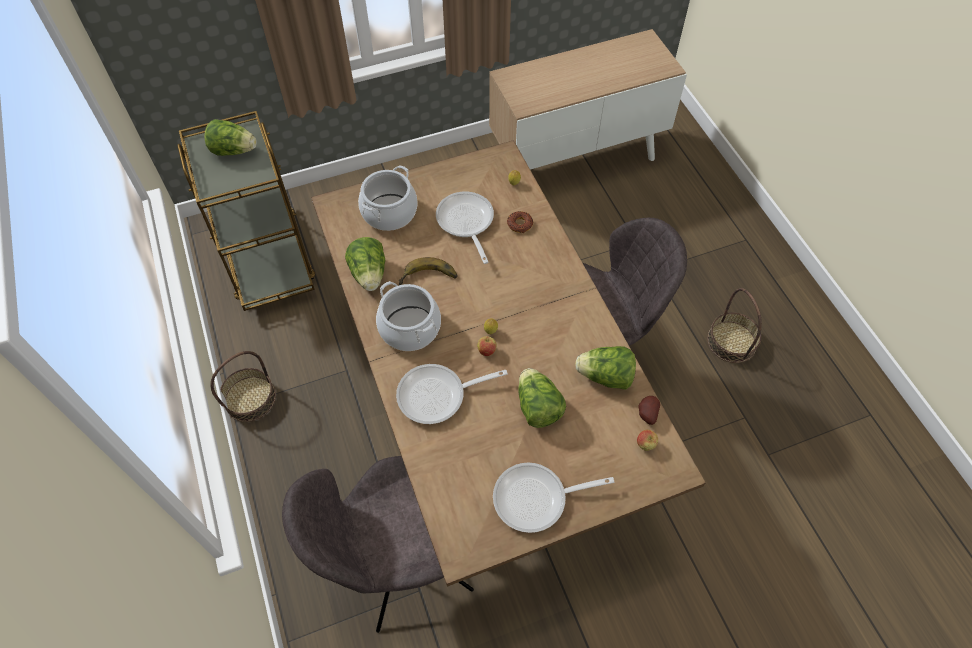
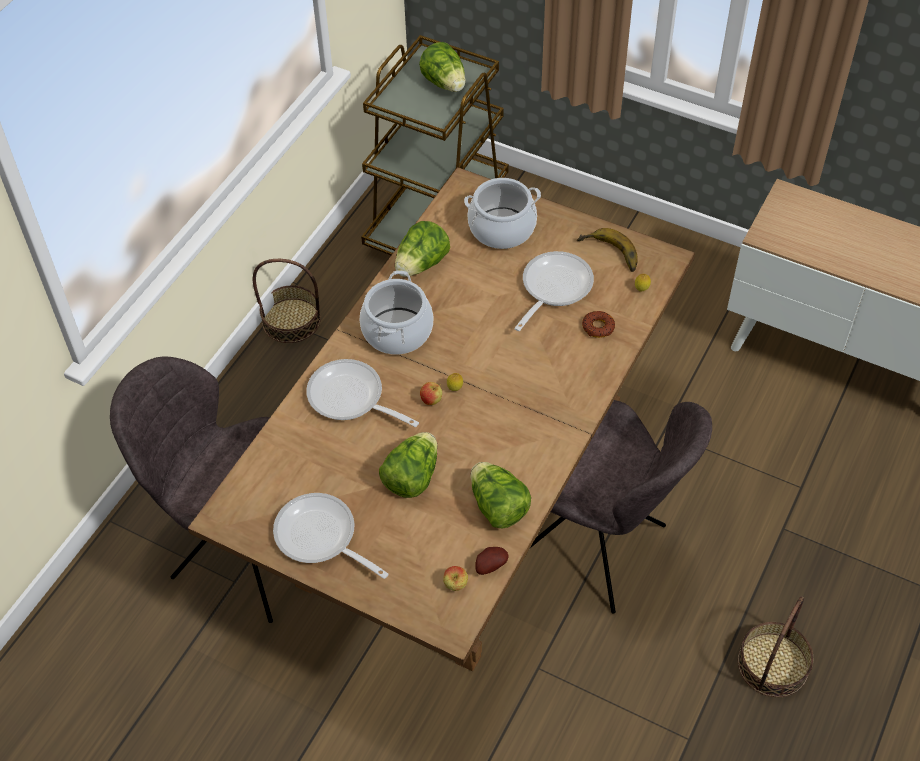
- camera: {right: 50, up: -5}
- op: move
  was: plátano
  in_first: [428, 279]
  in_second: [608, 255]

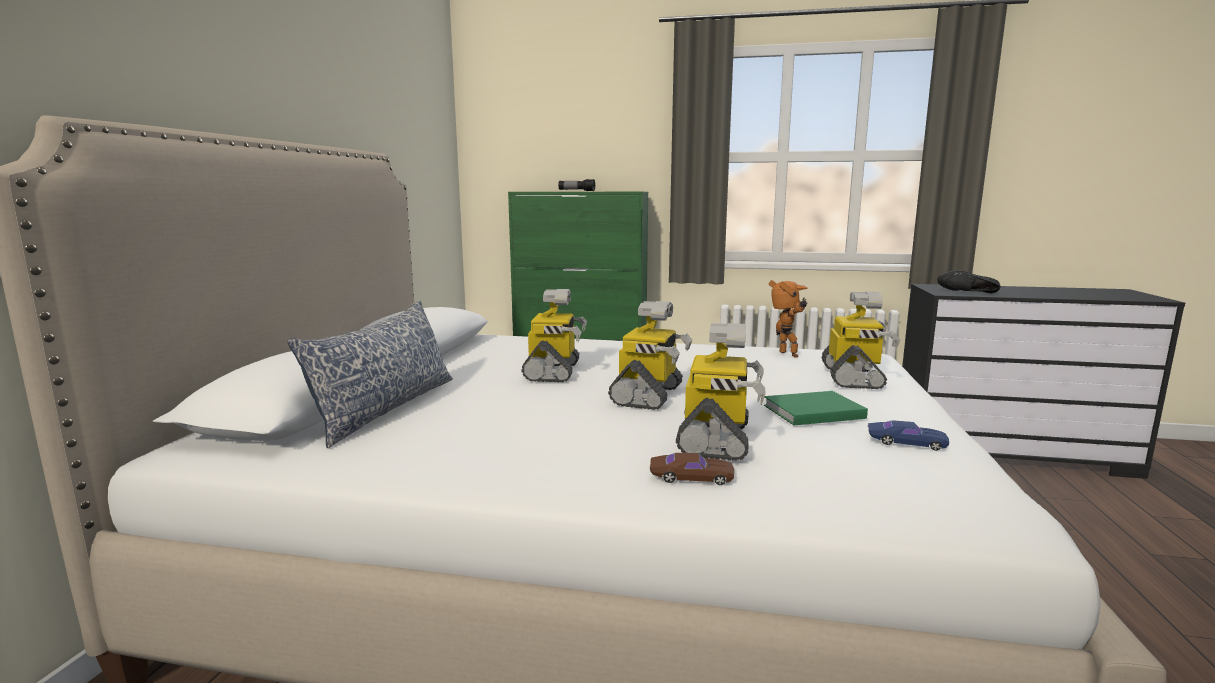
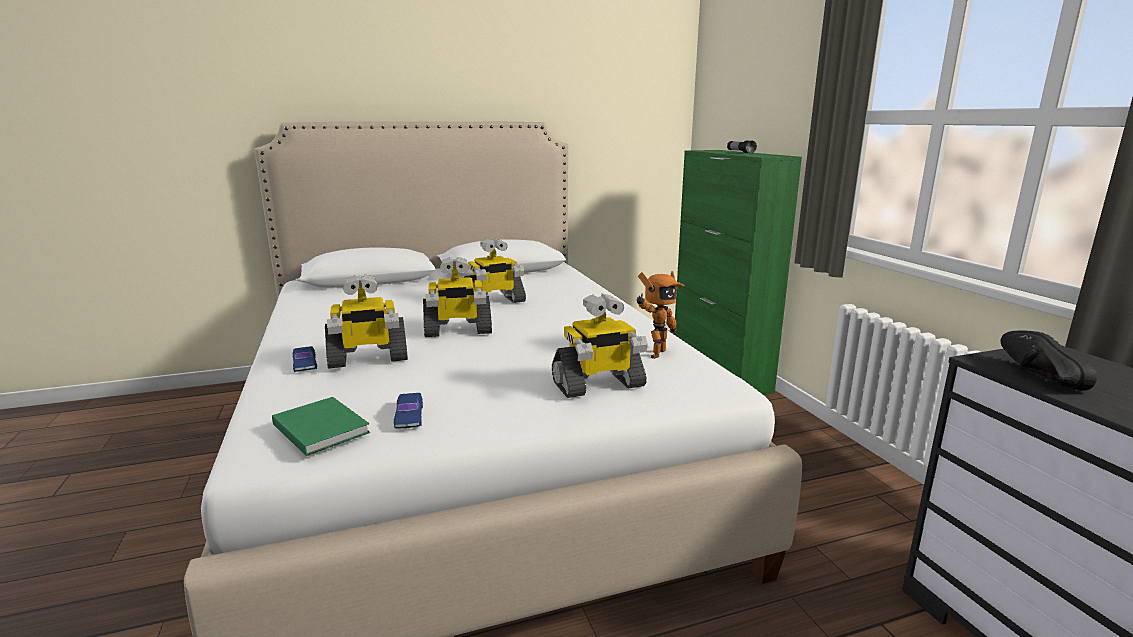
- camera: {right: 60, up: 5}
- op: delete
  was: cojín
  in_first: [386, 407]
- op: move
  was: libro (verde)
  in_first: [811, 411]
  in_second: [321, 427]
- op: recolor
  was: coche de juguete (marrón)
  now: coche de juguete (azul)
  in_first: [691, 476]
  in_second: [305, 364]

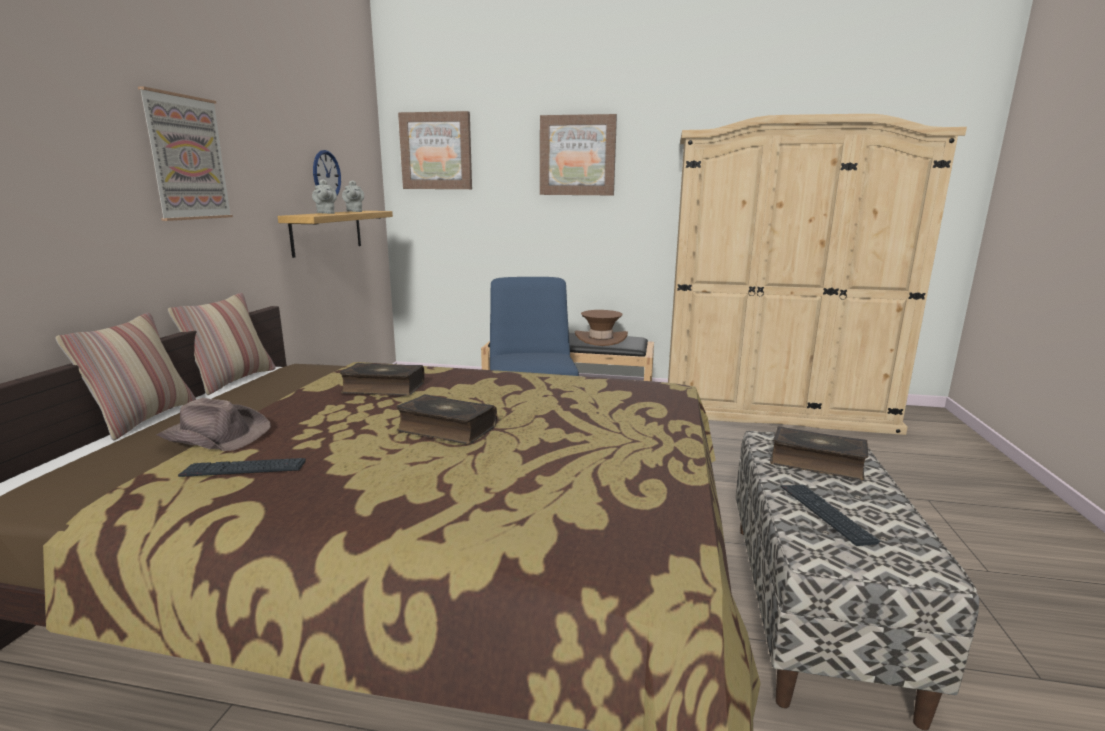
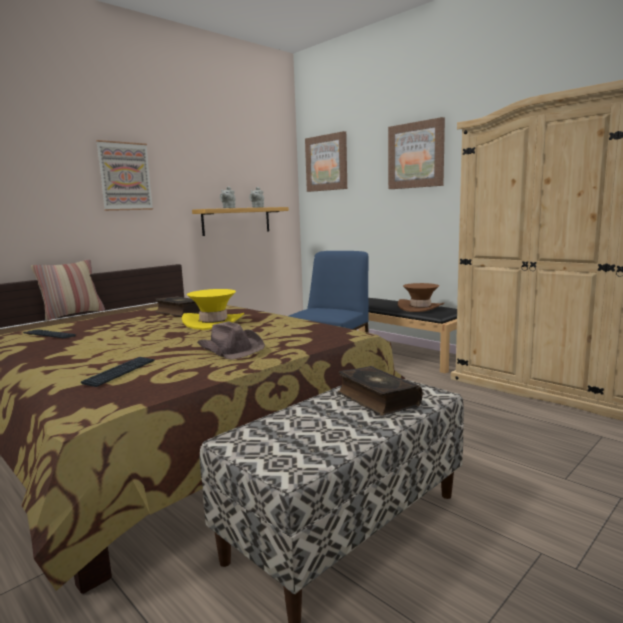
- camera: {right: 35, up: -5}
- op: delete
  was: cojín
  in_first: [232, 380]
- op: delete
  was: reloj de pared
  in_first: [326, 175]
- op: delete
  was: libro
  in_first: [446, 429]
- op: insert
  now: sombrero (amarillo)
  in_second: [213, 322]
- op: move
  was: sombrero (marrón)
  in_first: [215, 435]
  in_second: [231, 349]
- op: move
  was: teclado
  in_first: [825, 514]
  in_second: [120, 372]

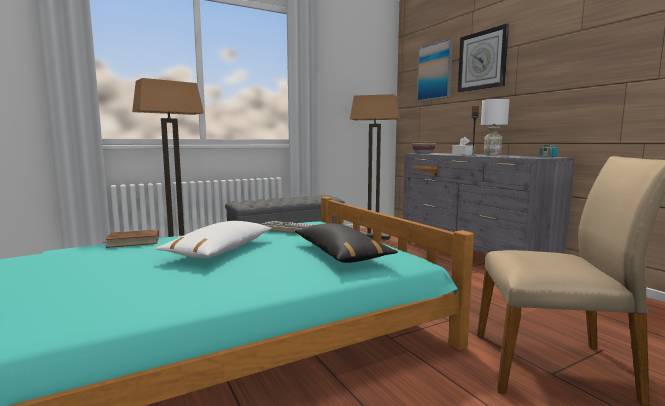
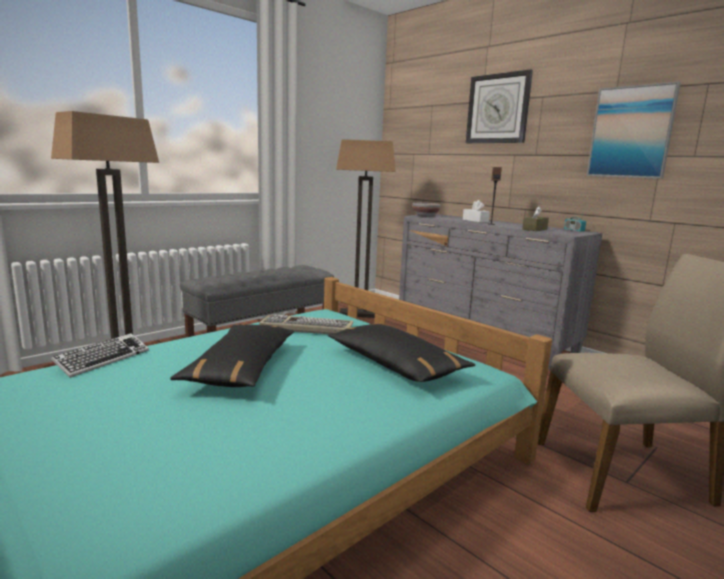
- camera: {right: -15, up: 5}
- op: delete
  was: lámpara de mesa (blanco)
  in_first: [492, 155]
- op: insert
  now: caja de pañuelos (marrón)
  in_second: [534, 229]
- op: move
  was: cuadro
  in_first: [435, 71]
  in_second: [631, 132]
- op: replace
  was: libro (marrón)
  now: teclado
  in_first: [133, 242]
  in_second: [103, 359]
- op: recolor
  was: cojín (blanco)
  now: cojín (negro)
  in_first: [221, 250]
  in_second: [242, 367]

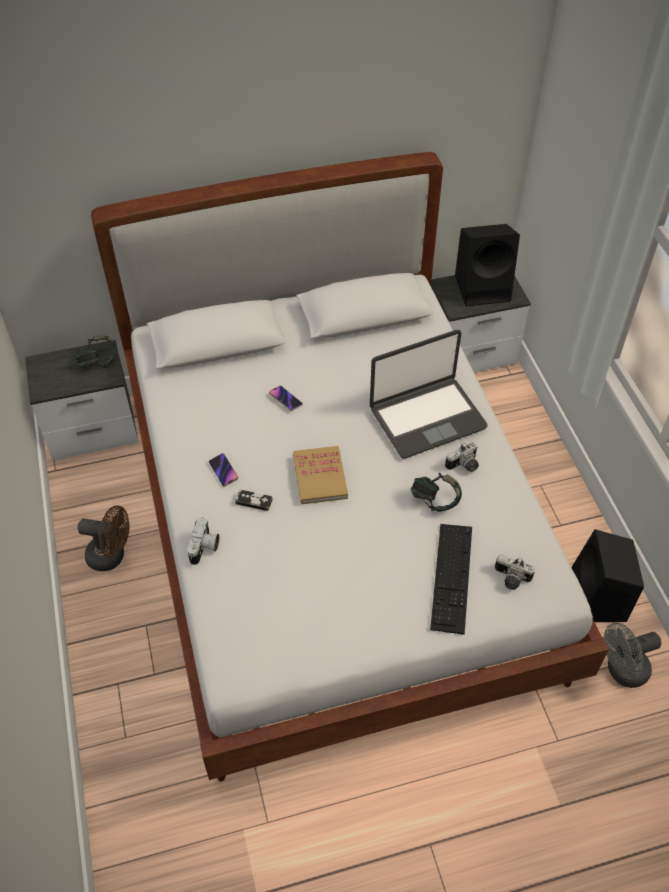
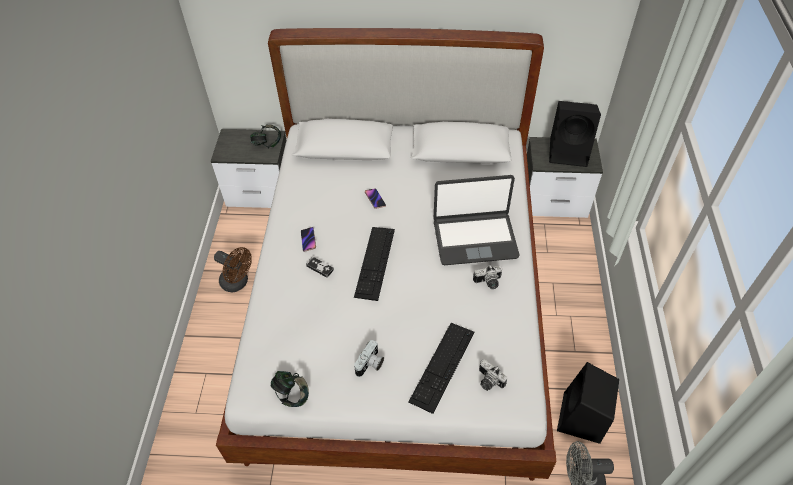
- camera: {right: 20, up: 0}
- op: move
  was: cámara
  in_first: [205, 548]
  in_second: [370, 365]
- op: move
  was: auriculares
  in_first: [434, 501]
  in_second: [292, 394]
- op: replace
  was: libro
  now: teclado
  in_first: [320, 477]
  in_second: [375, 262]

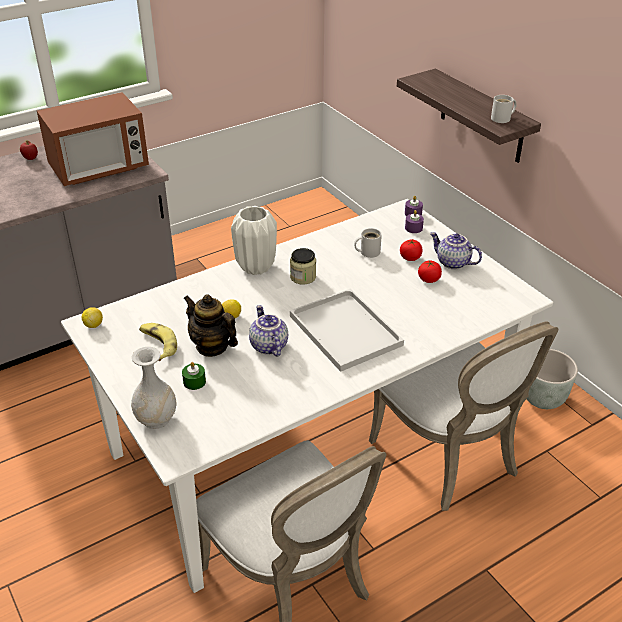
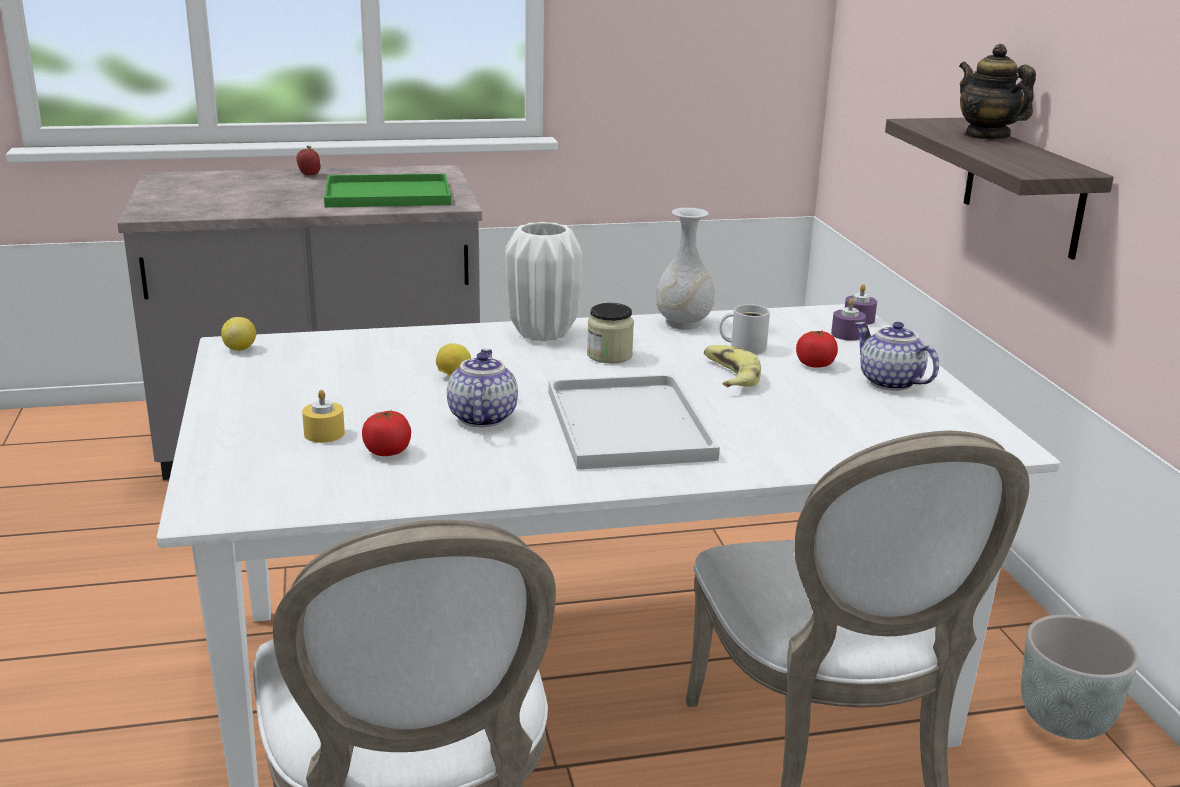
- camera: {right: 20, up: -15}
- op: delete
  was: taza grande (blanco)
  in_first: [502, 118]
- op: move
  was: florero (blanco)
  in_first: [157, 419]
  in_second: [684, 323]
- op: move
  was: plátano
  in_first: [158, 344]
  in_second: [729, 375]
- op: move
  was: tetera
  in_first: [212, 346]
  in_second: [986, 136]
- op: move
  was: tomate
  in_first: [429, 279]
  in_second: [387, 451]
- op: replace
  was: microondas
  now: bandeja (verde)
  in_first: [99, 169]
  in_second: [390, 194]
- op: recolor
  was: vela (verde)
  now: vela (amarillo)
  in_first: [194, 382]
  in_second: [324, 433]

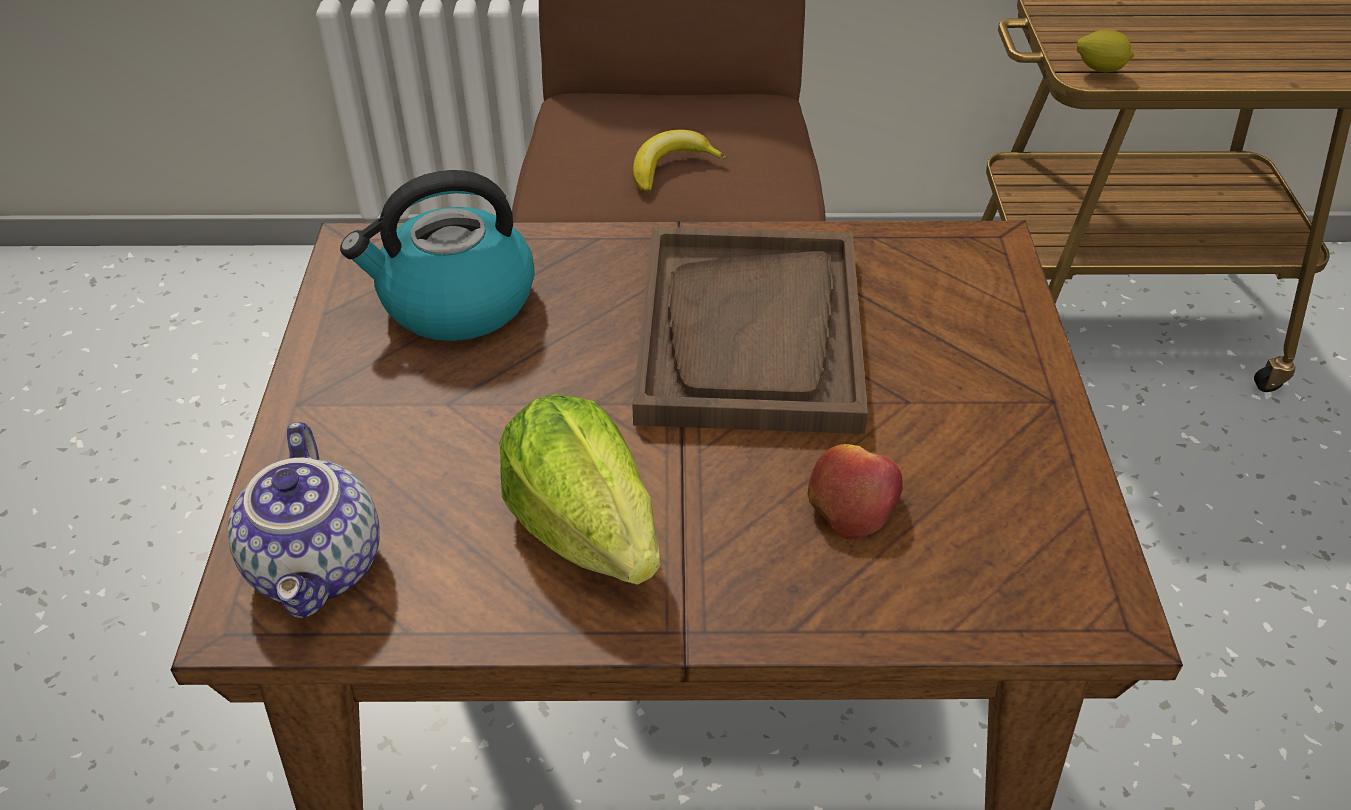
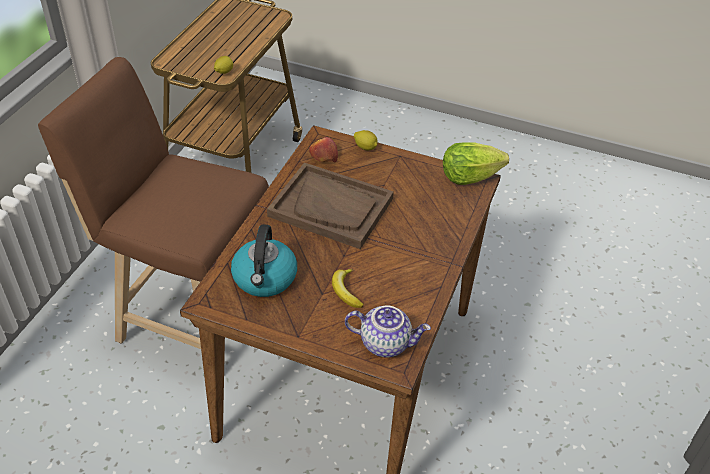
- camera: {right: -70, up: 0}
- op: insert
  now: limón
  in_second: [365, 147]
- op: move
  was: lechuga
  in_first: [585, 527]
  in_second: [469, 177]
- op: move
  was: plátano
  in_first: [671, 168]
  in_second: [346, 291]
- op: move
  was: manzana
  in_first: [852, 502]
  in_second: [323, 156]

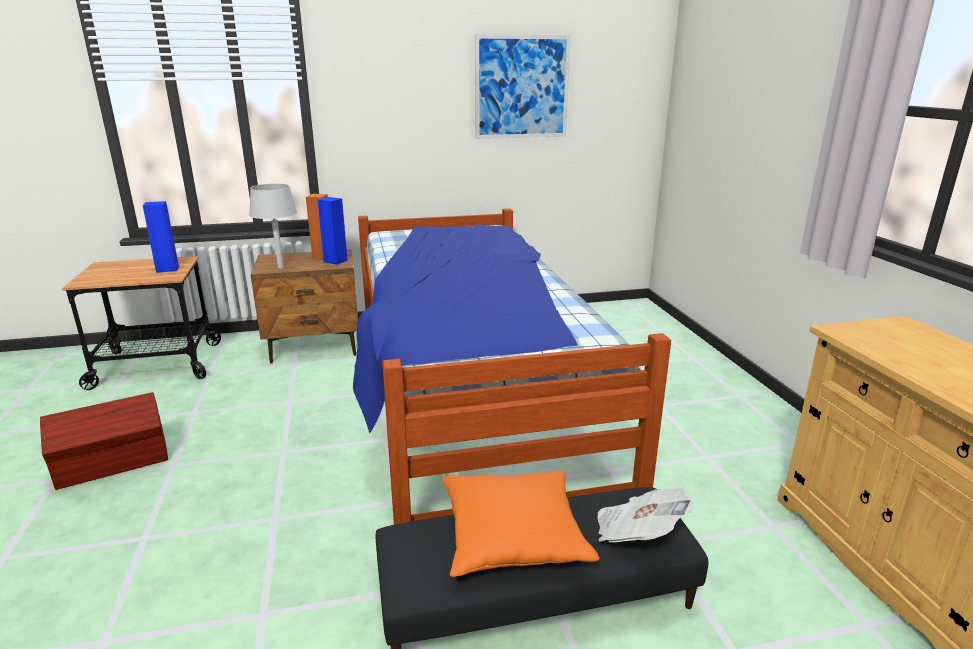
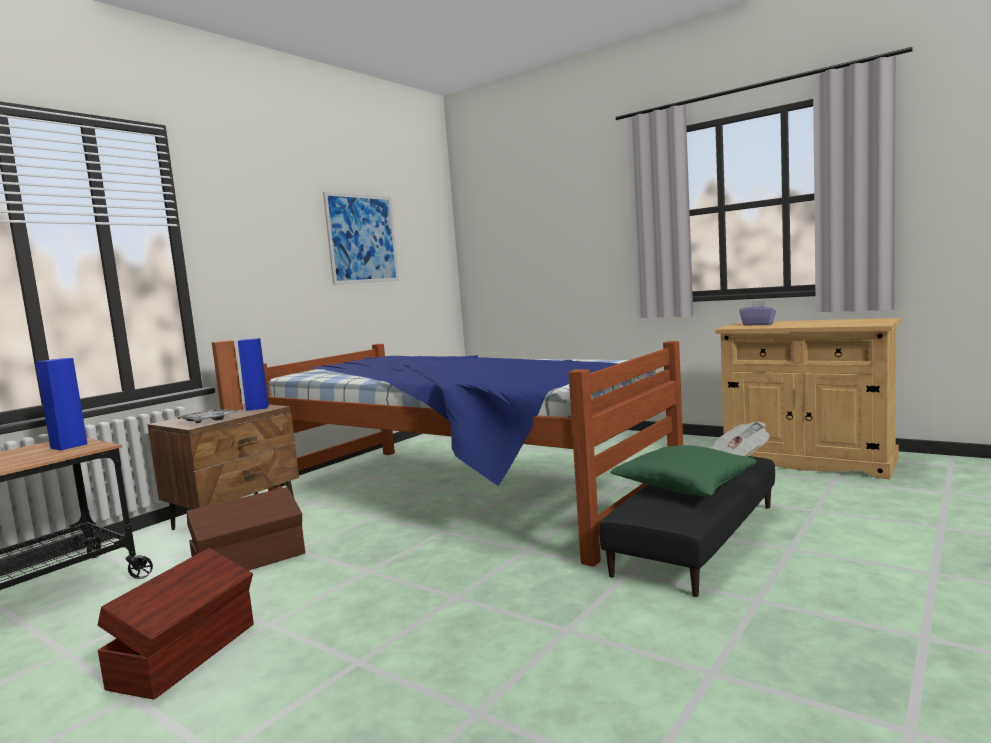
- camera: {right: -40, up: -15}
- op: insert
  now: caja de almacenaje (marrón)
  in_second: [251, 561]
- op: insert
  now: caja de pañuelos (morado)
  in_second: [758, 324]
- op: replace
  was: lámpara de mesa (gris)
  now: bandeja
  in_first: [280, 267]
  in_second: [209, 421]
- op: recolor
  was: cojín (naranja)
  now: cojín (verde)
  in_first: [513, 536]
  in_second: [684, 487]

